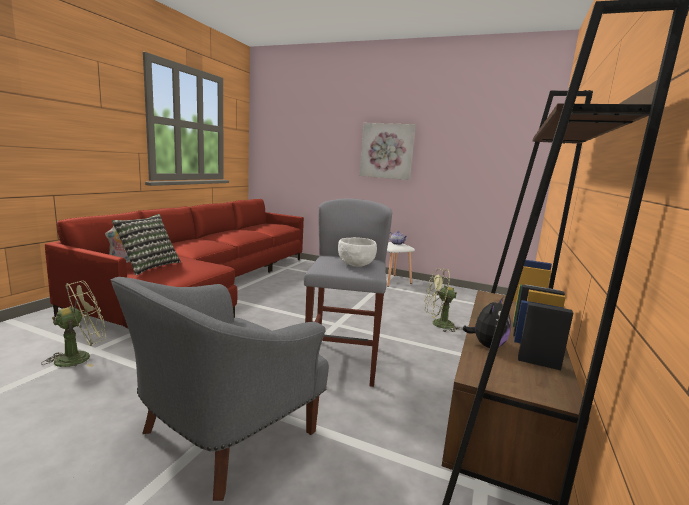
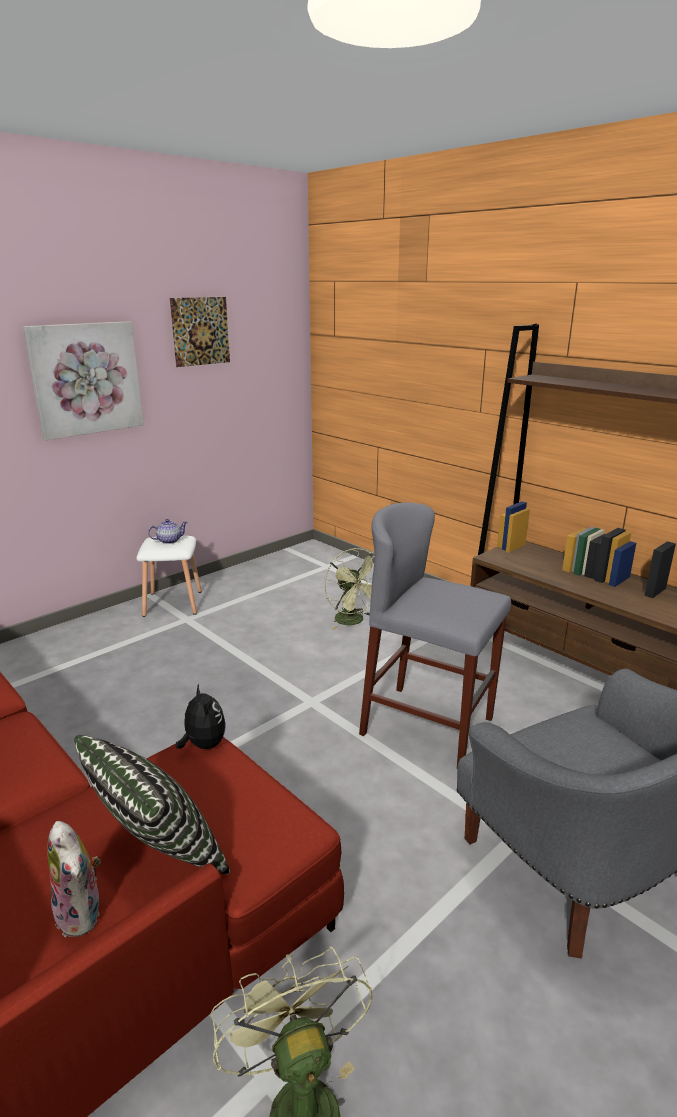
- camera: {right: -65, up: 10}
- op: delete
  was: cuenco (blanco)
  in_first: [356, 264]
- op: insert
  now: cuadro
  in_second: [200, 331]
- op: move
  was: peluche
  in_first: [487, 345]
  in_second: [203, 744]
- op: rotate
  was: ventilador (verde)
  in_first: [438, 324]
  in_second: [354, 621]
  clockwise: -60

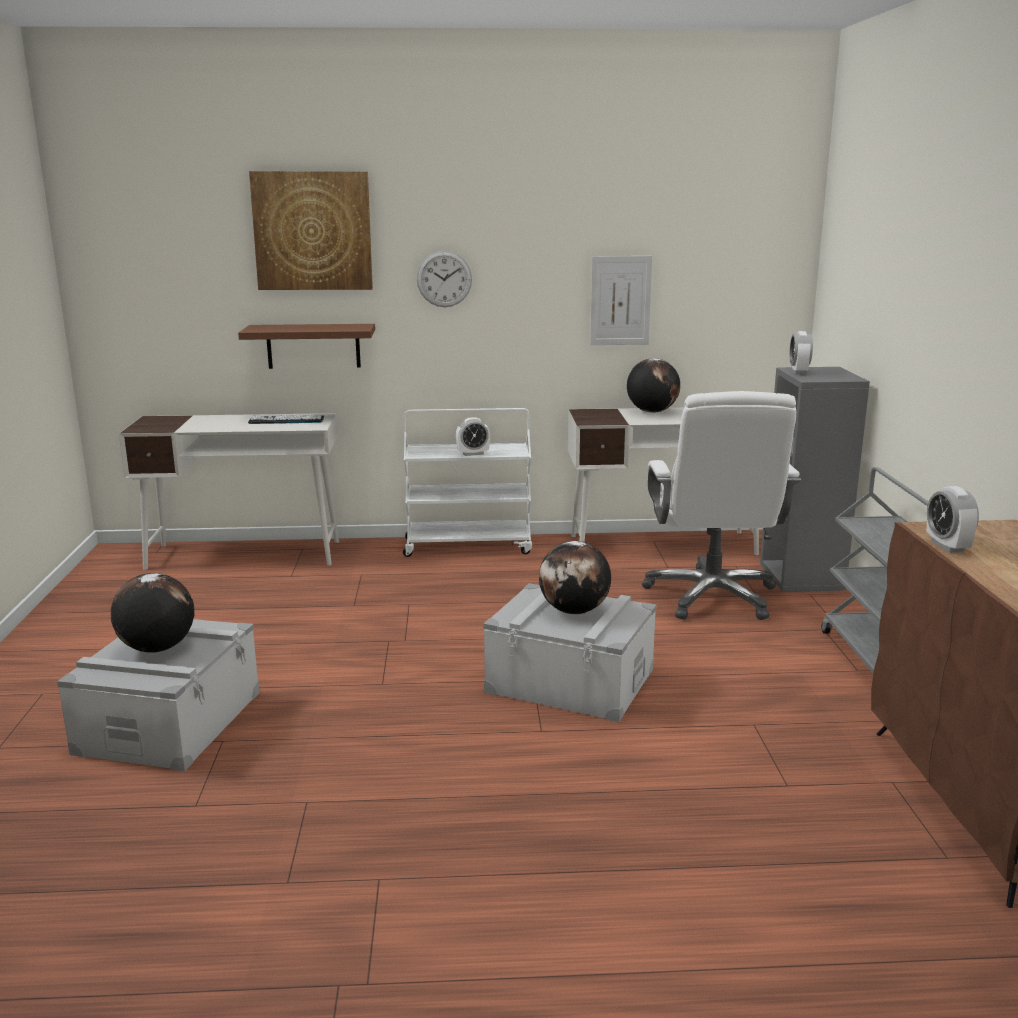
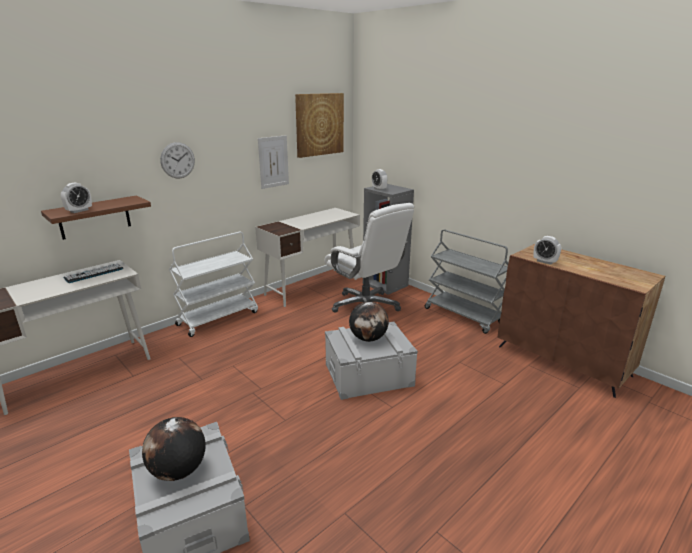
- camera: {right: -40, up: 5}
- op: delete
  was: globo terráqueo
  in_first: [652, 412]
- op: move
  was: cuadro
  in_first: [312, 231]
  in_second: [319, 124]
- op: move
  was: despertador
  in_first: [473, 454]
  in_second: [79, 211]

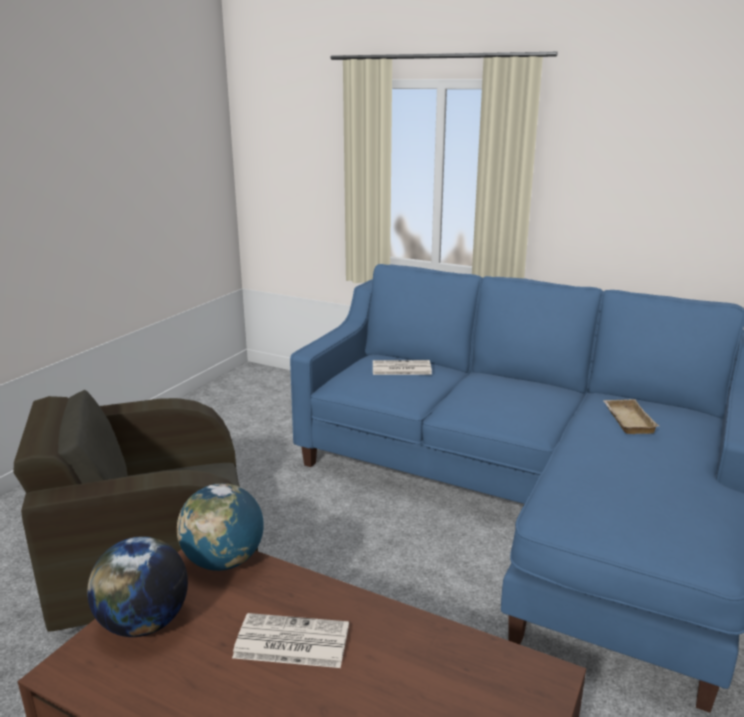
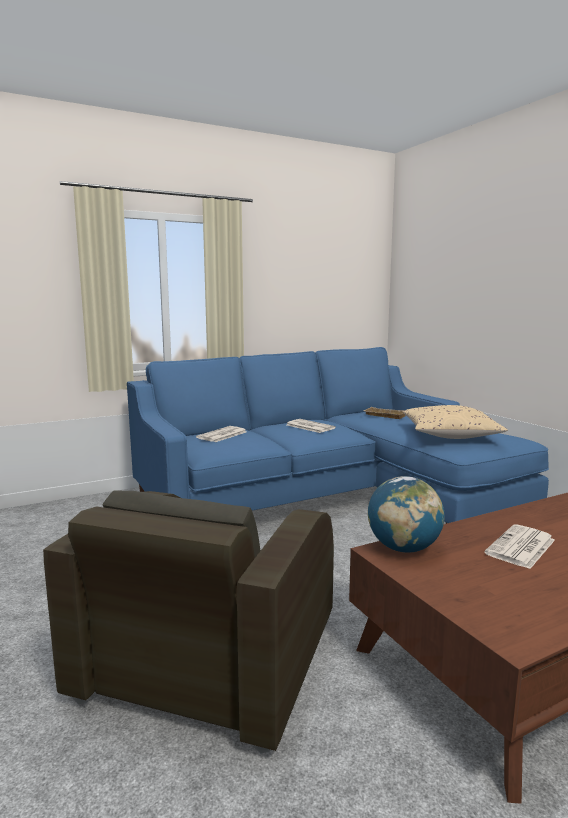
- camera: {right: -55, up: -10}
- op: delete
  was: globo terráqueo
  in_first: [144, 623]
- op: insert
  now: periódico
  in_second: [309, 426]
- op: insert
  now: cojín (beis)
  in_second: [450, 435]

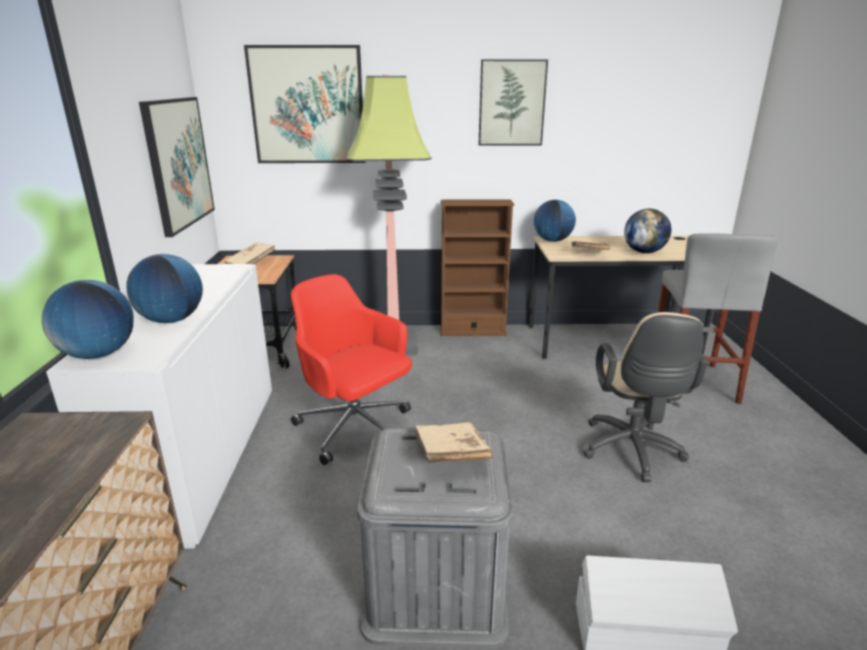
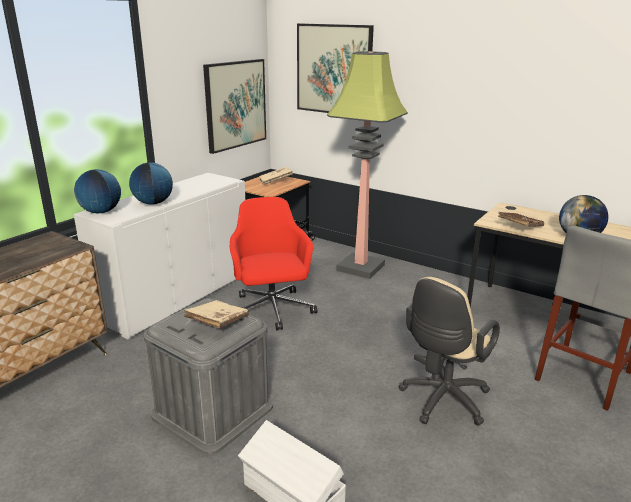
- camera: {right: 35, up: 0}
- op: delete
  was: estantería (marrón)
  in_first: [472, 331]
- op: delete
  was: cuadro
  in_first: [511, 103]
- op: delete
  was: globo terráqueo
  in_first: [552, 240]

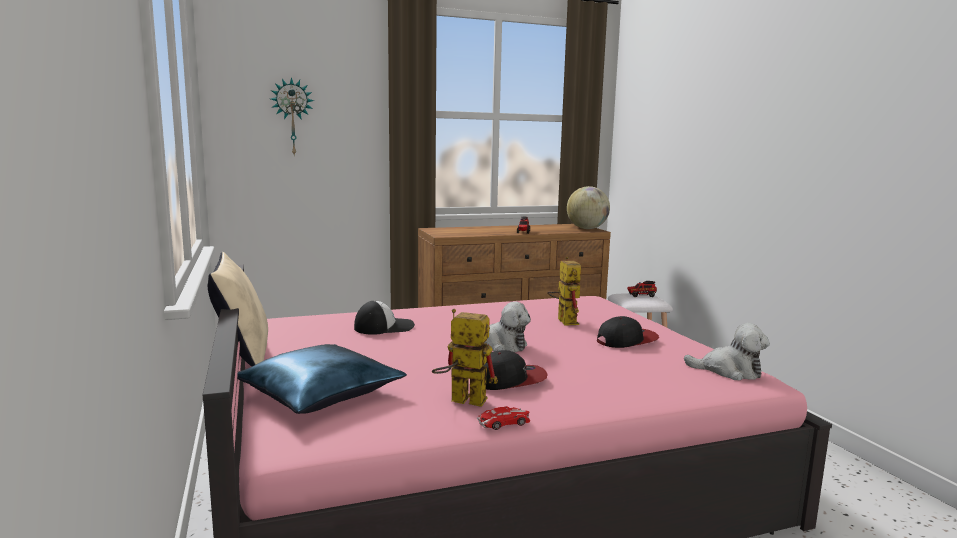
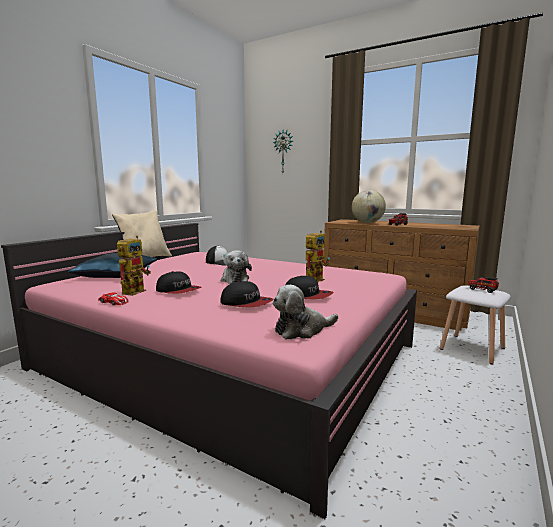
- camera: {right: 50, up: 0}
- op: insert
  now: gorra
  in_second: [246, 303]
- op: move
  was: globo terráqueo
  in_first: [587, 229]
  in_second: [367, 223]
- op: rotate
  was: robot de juguete
  in_first: [460, 400]
  in_second: [136, 290]
  clockwise: 45
- op: rotate
  was: peluche
  in_first: [729, 371]
  in_second: [302, 330]
  clockwise: 90

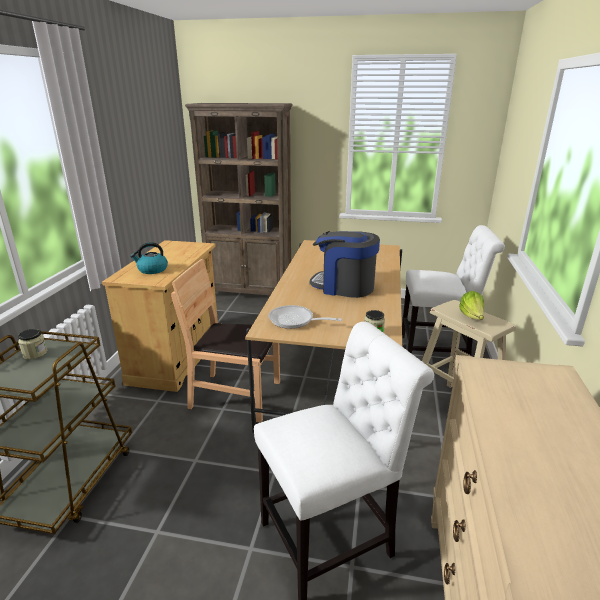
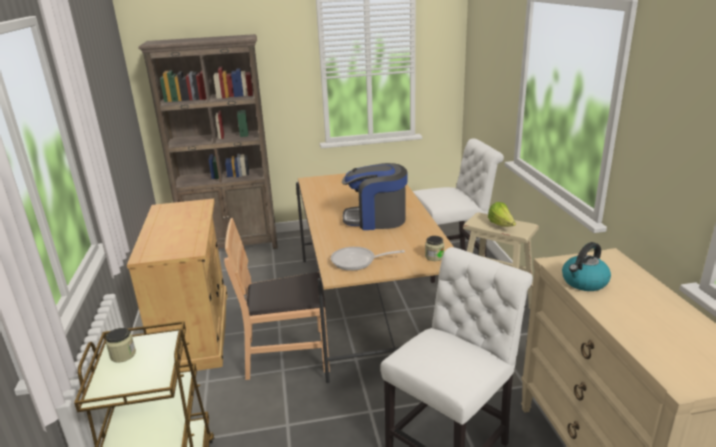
- camera: {right: -20, up: 0}
- op: move
  was: hervidor
  in_first: [152, 270]
  in_second: [584, 282]

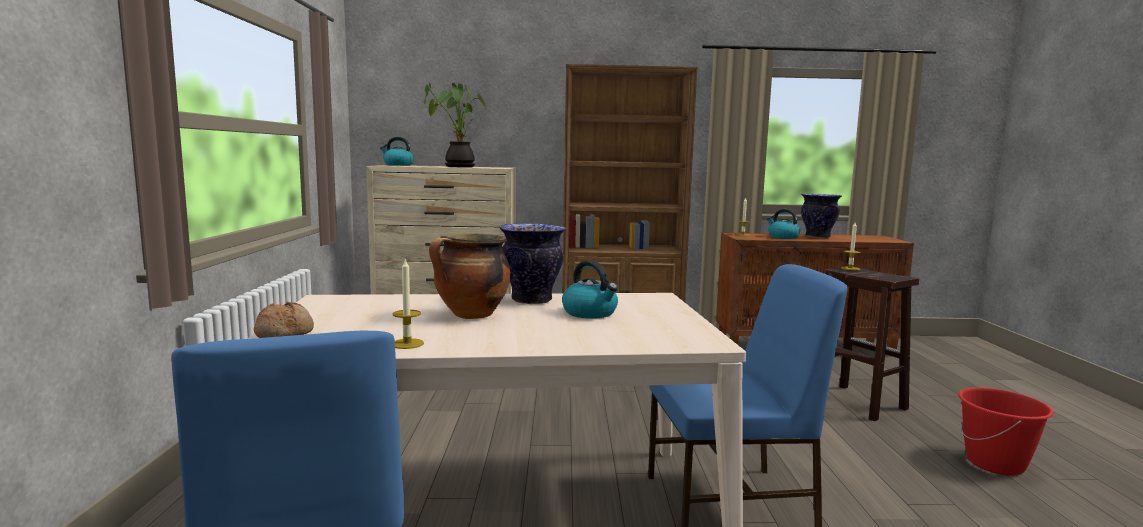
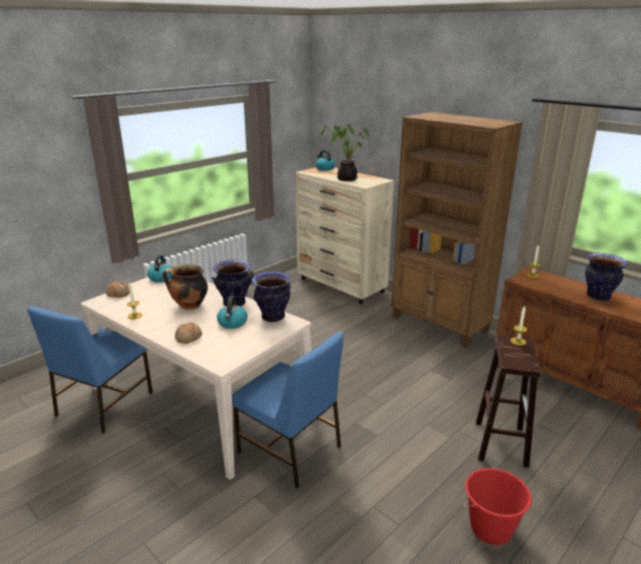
- camera: {right: 45, up: 15}
- op: insert
  now: pan
  in_second: [189, 338]
- op: insert
  now: florero
  in_second: [272, 317]
- op: move
  was: hervidor
  in_first: [782, 237]
  in_second: [161, 278]

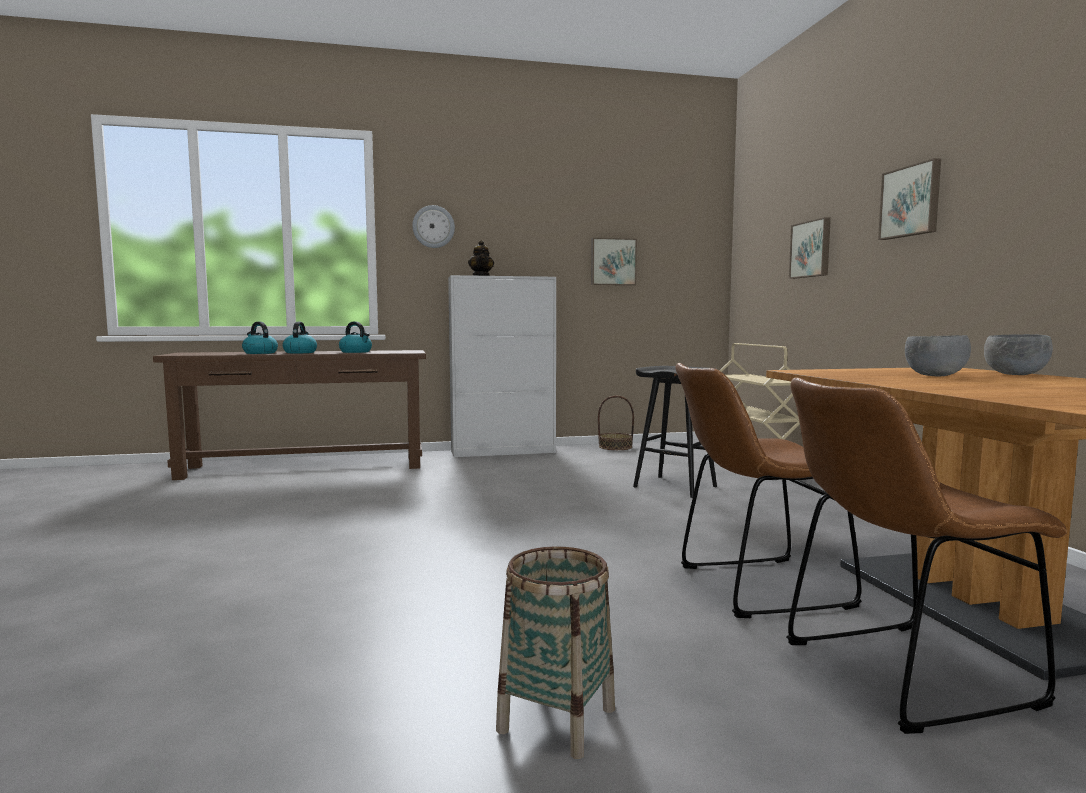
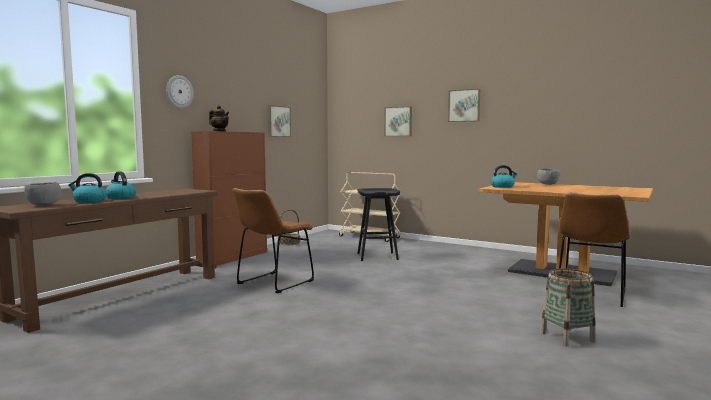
- camera: {right: -45, up: 0}
- op: move
  was: hervidor
  in_first: [356, 352]
  in_second: [502, 187]
- op: move
  was: silla (marrón)
  in_first: [755, 587]
  in_second: [272, 283]
- op: move
  was: cuenco (gris)
  in_first: [934, 376]
  in_second: [43, 205]
- op: recolor
  was: armario (blanco)
  now: armario (marrón)
  in_first: [503, 451]
  in_second: [234, 257]

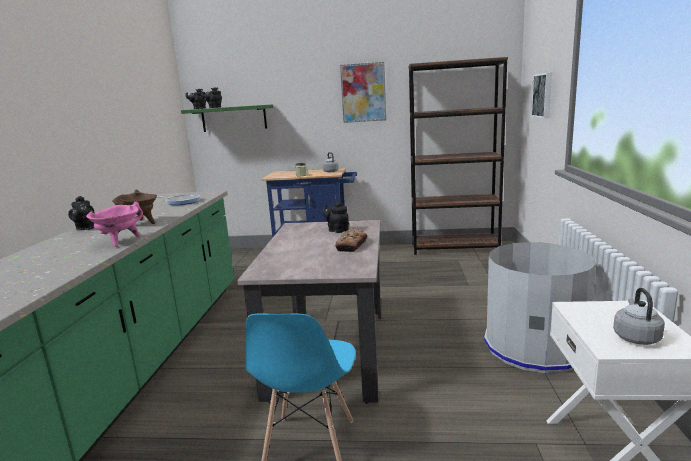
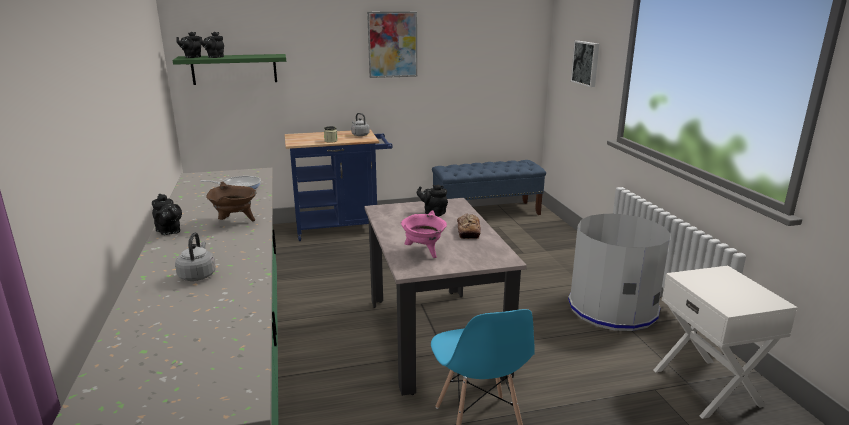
- camera: {right: -20, up: 5}
- op: move
  was: olla (rosa)
  in_first: [120, 242]
  in_second: [424, 252]
- op: move
  was: hervidor (gris)
  in_first: [635, 337]
  in_second: [198, 275]
- op: replace
  was: estantería (marrón)
  now: banco (azul)
  in_first: [454, 248]
  in_second: [487, 212]

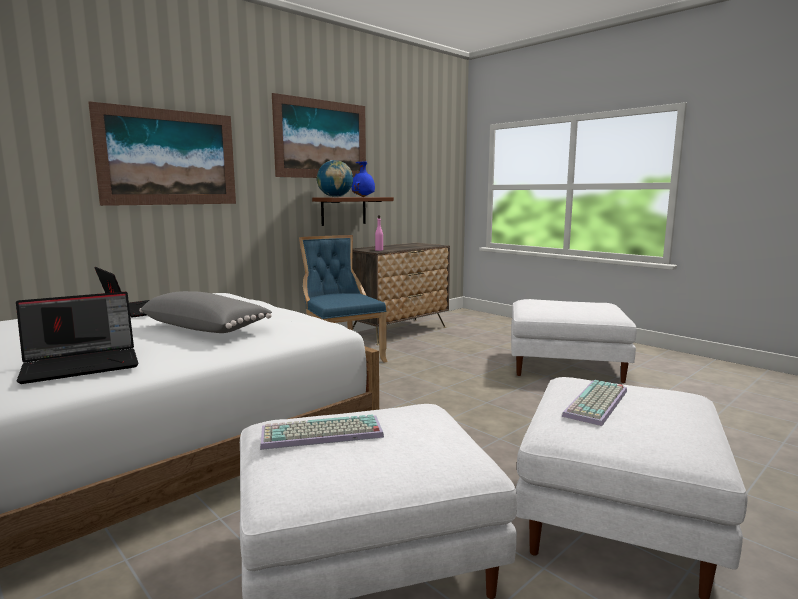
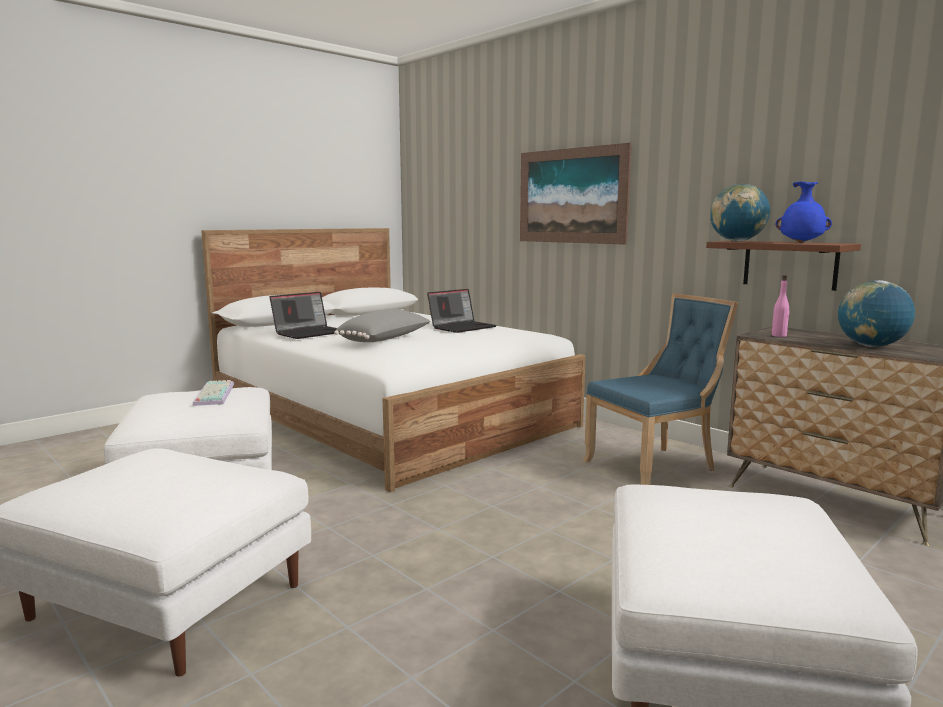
- camera: {right: 90, up: 0}
- op: delete
  was: cuadro
  in_first: [322, 139]
- op: delete
  was: teclado
  in_first: [598, 404]
- op: insert
  now: globo terráqueo
  in_second: [871, 346]
- op: rotate
  was: portátil
  in_first: [83, 364]
  in_second: [310, 333]
  clockwise: -105

